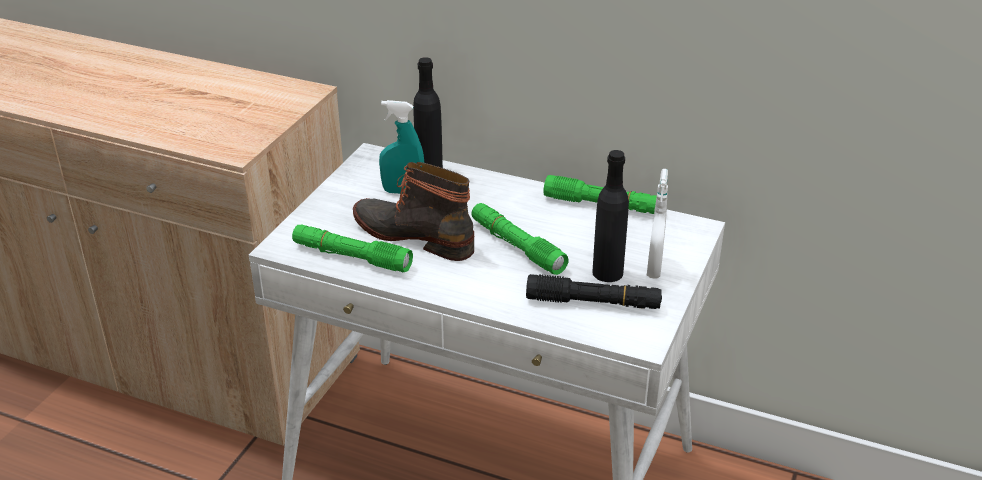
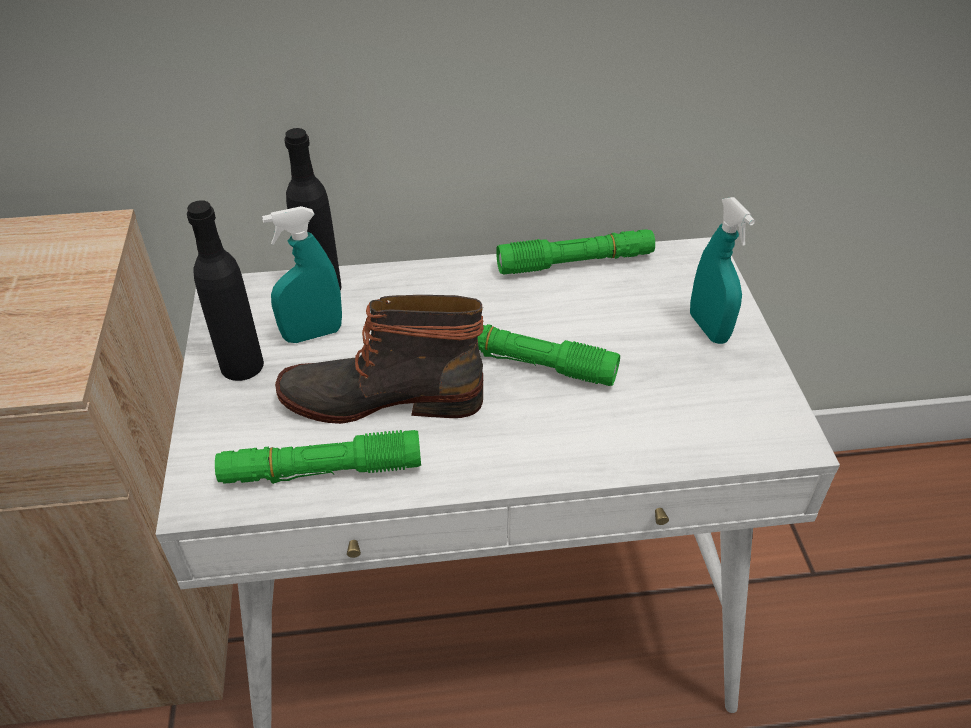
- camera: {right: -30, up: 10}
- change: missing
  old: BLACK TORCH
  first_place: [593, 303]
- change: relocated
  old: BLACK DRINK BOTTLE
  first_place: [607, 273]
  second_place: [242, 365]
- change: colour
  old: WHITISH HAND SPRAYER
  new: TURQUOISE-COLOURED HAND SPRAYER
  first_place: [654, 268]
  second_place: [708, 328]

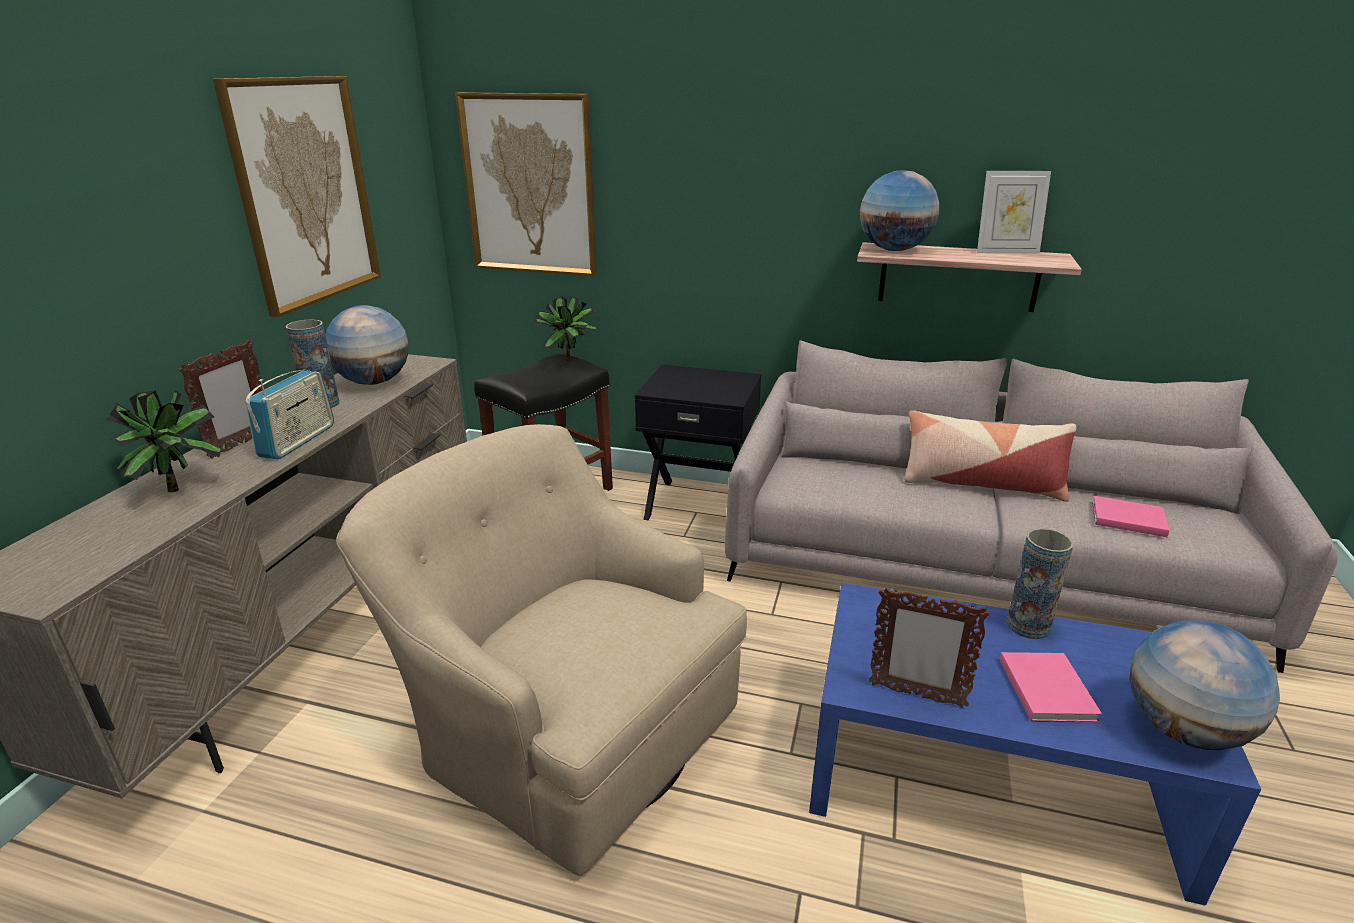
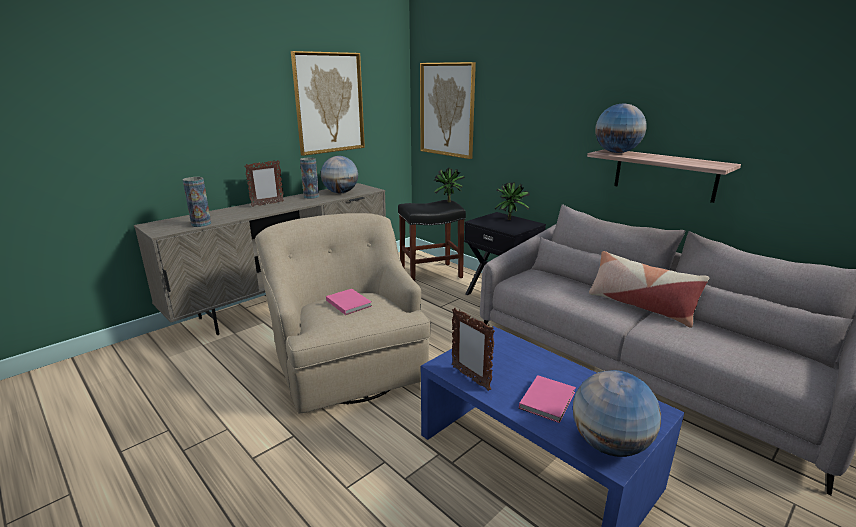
- camera: {right: 30, up: -5}
- change: missing
  old: RADIO
  first_place: [298, 441]
- change: missing
  old: STANDING FRAME
  first_place: [1006, 252]
- change: relocated
  old: PLANT IN A POT
  first_place: [179, 487]
  second_place: [510, 219]
- change: relocated
  old: VASE
  first_place: [1027, 626]
  second_place: [201, 224]
- change: relocated
  old: PINK VOLUME
  first_place: [1126, 518]
  second_place: [348, 303]

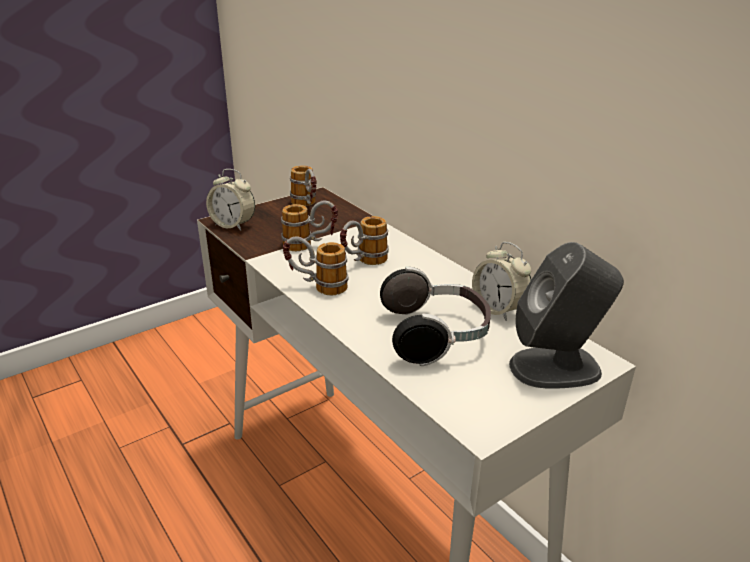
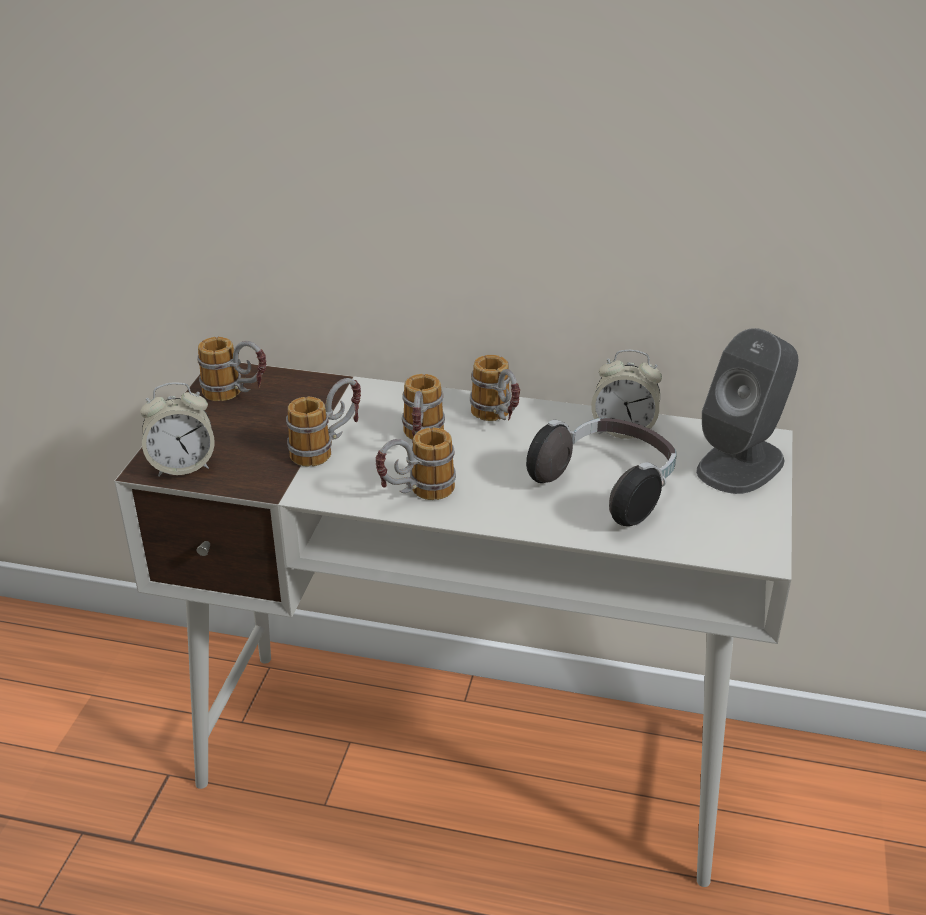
- camera: {right: -40, up: 5}
- change: appeared
  new: COFFEE MUG
  second_place: [498, 420]

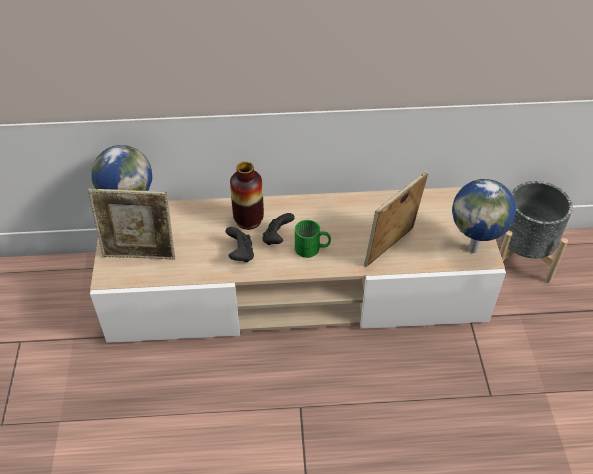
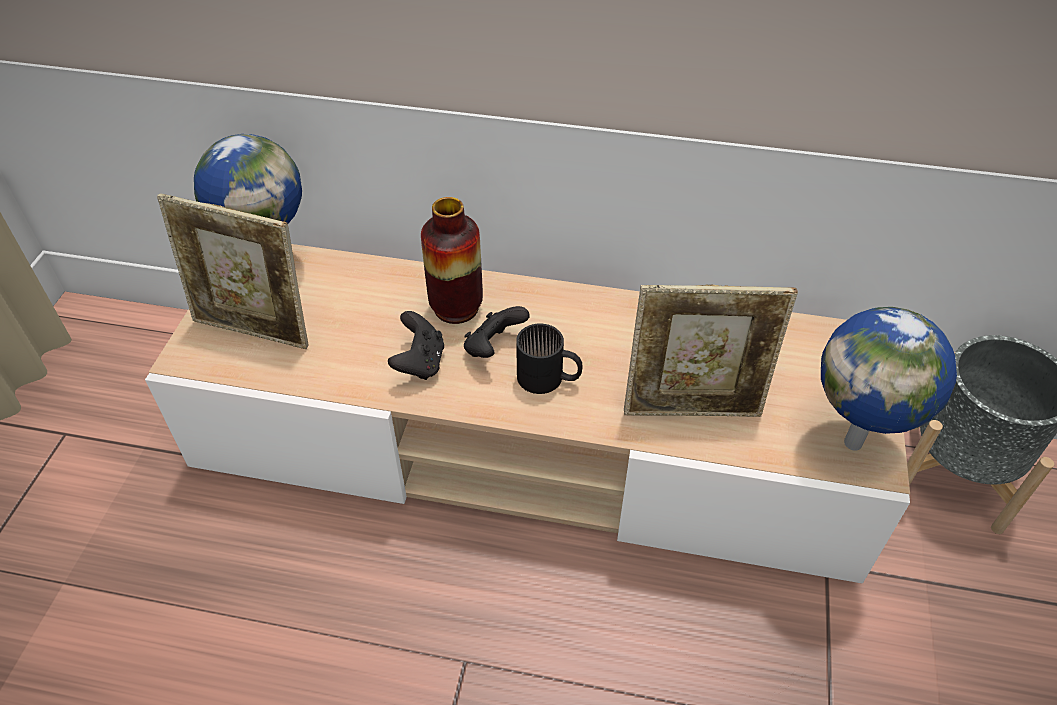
- camera: {right: 15, up: 0}
- change: colour
  old: GREEN-COLOURED COFFEE MUG
  new: BLACK COFFEE MUG
  first_place: [312, 249]
  second_place: [548, 379]
- change: spun
  old: STANDING FRAME
  first_place: [390, 249]
  second_place: [693, 409]
  degrees: -150

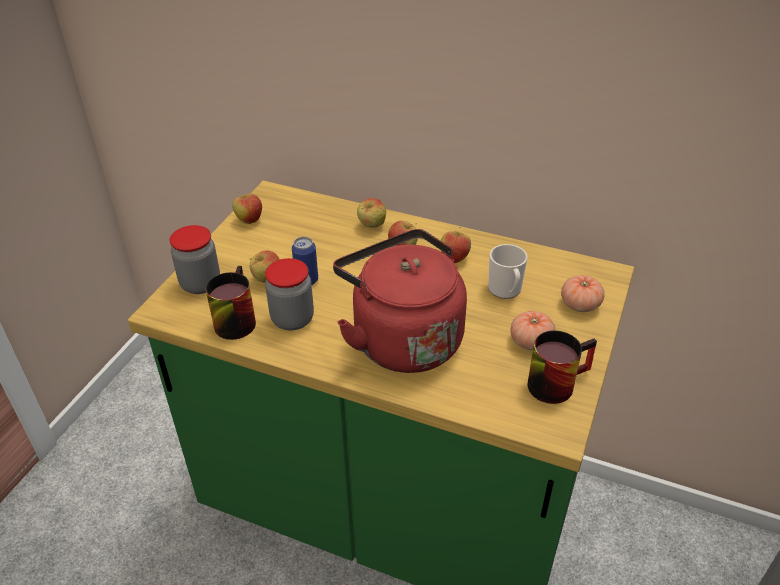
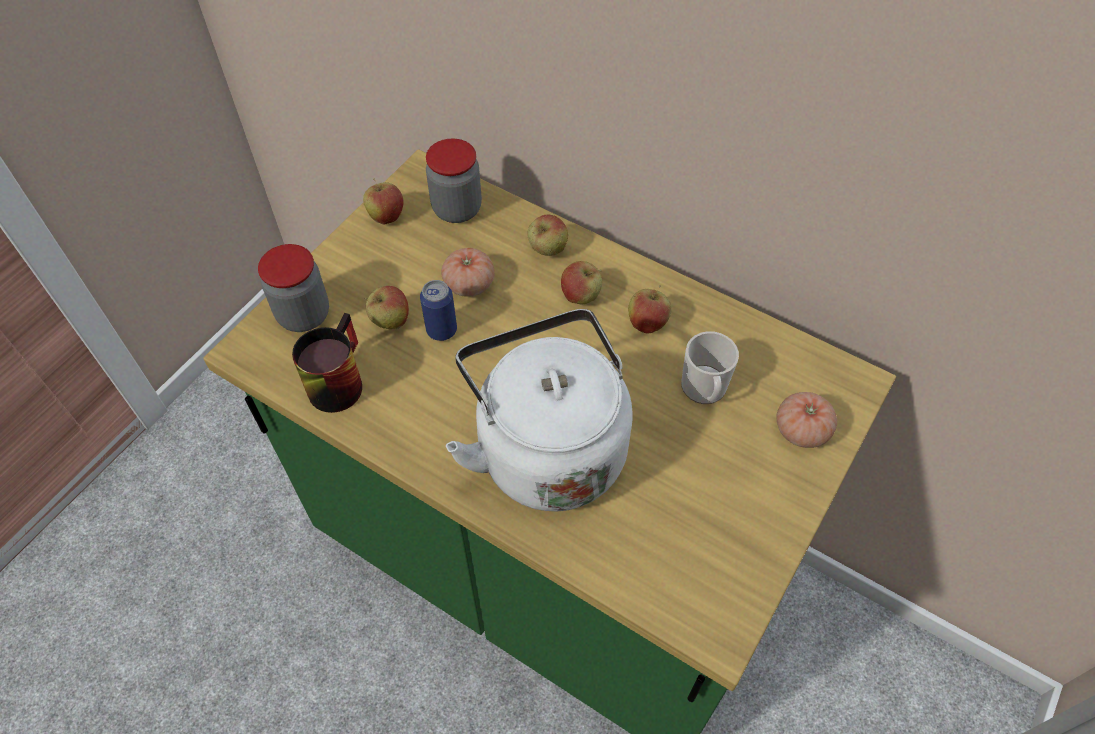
- camera: {right: 10, up: 15}
- change: missing
  old: COFFEE MUG
  first_place: [555, 380]
- change: relocated
  old: PRESERVE JAR
  first_place: [292, 319]
  second_place: [457, 209]
- change: relocated
  old: WHOLE TOMATO
  first_place: [531, 342]
  second_place: [469, 284]
- change: colour
  old: RED KETTLE
  new: WHITISH KETTLE
  first_place: [402, 338]
  second_place: [546, 447]

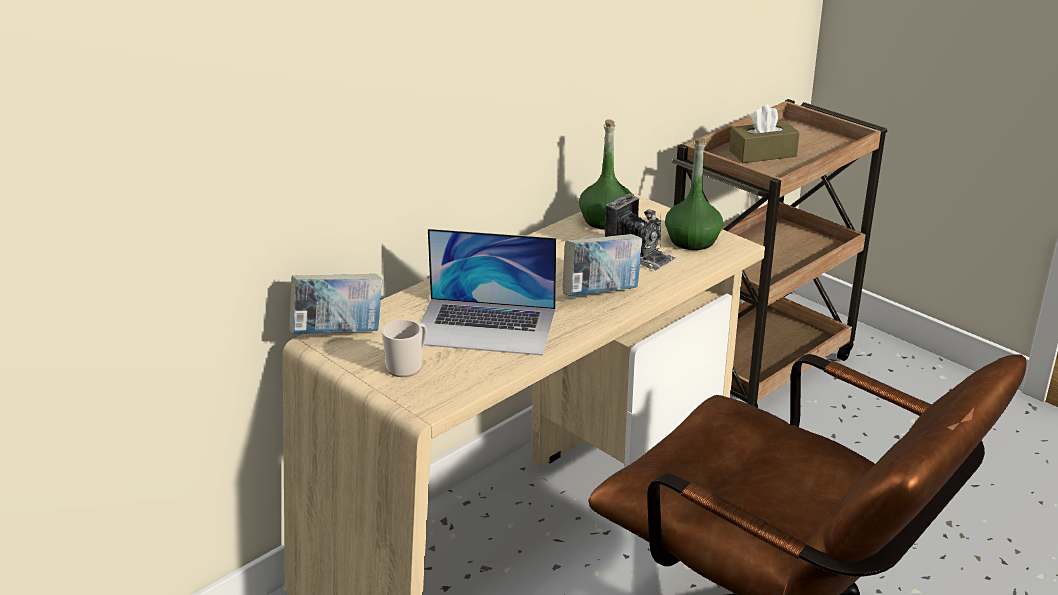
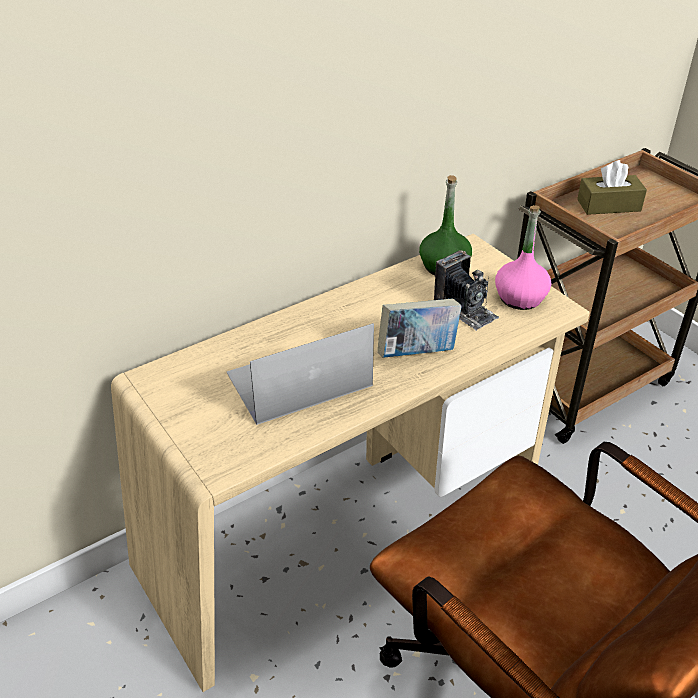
- camera: {right: 10, up: 10}
- change: missing
  old: VOLUME
  first_place: [338, 334]
- change: missing
  old: COFFEE MUG
  first_place: [407, 366]
- change: colour
  old: GREEN-COLOURED DRINK BOTTLE
  new: PINK DRINK BOTTLE
  first_place: [692, 240]
  second_place: [520, 298]
- change: spun
  old: NOTEBOOK COMPUTER
  first_place: [485, 326]
  second_place: [298, 379]
  degrees: 135

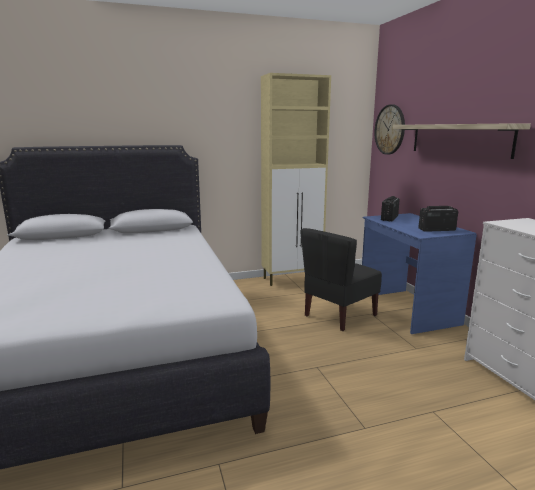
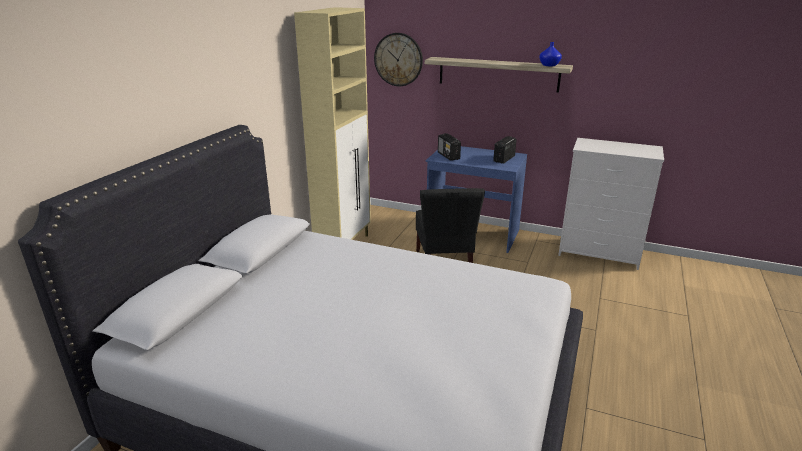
- camera: {right: -50, up: 10}
- change: appeared
  new: BLUISH VASE
  second_place: [549, 65]

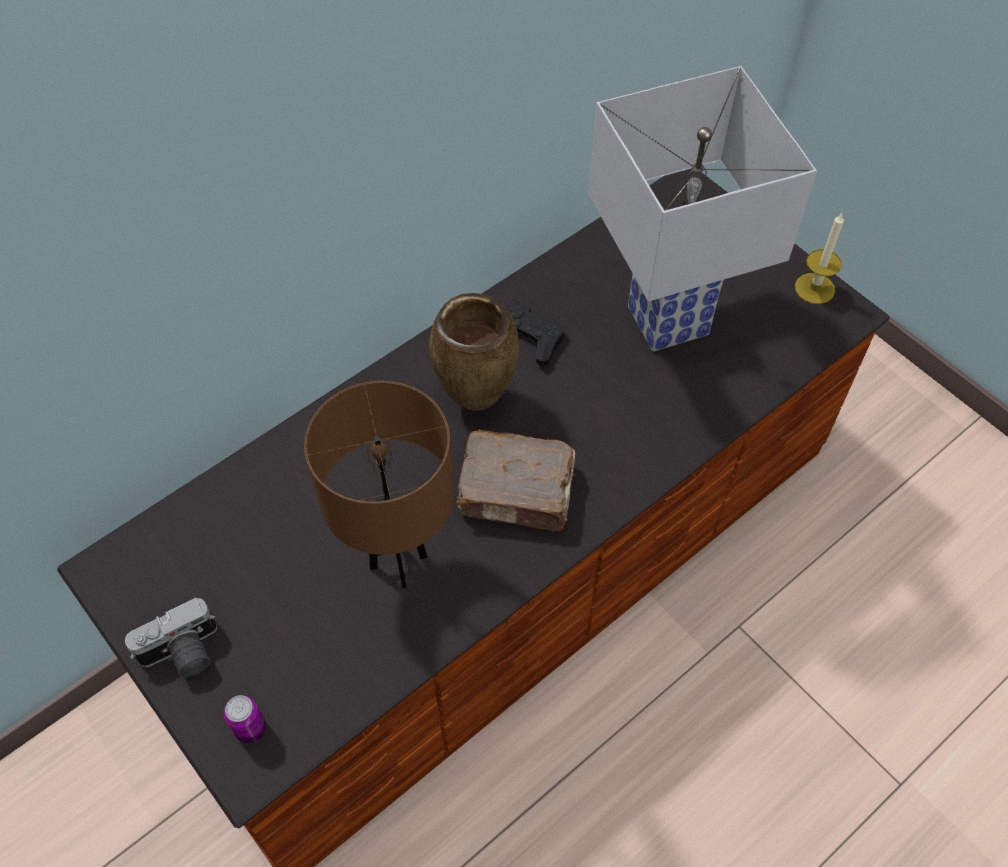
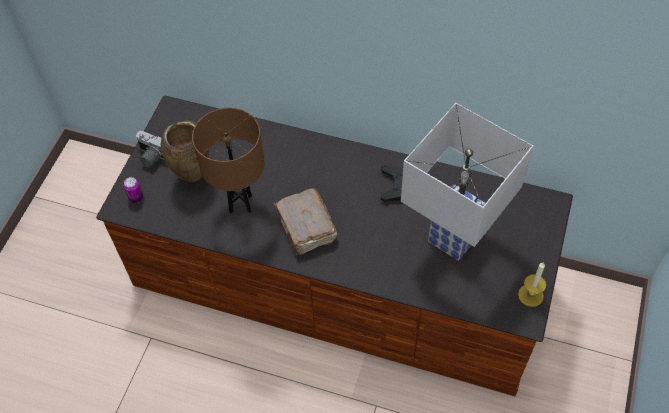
- camera: {right: 60, up: 0}
- change: relocated
  old: BROWNISH VASE
  first_place: [474, 402]
  second_place: [192, 177]

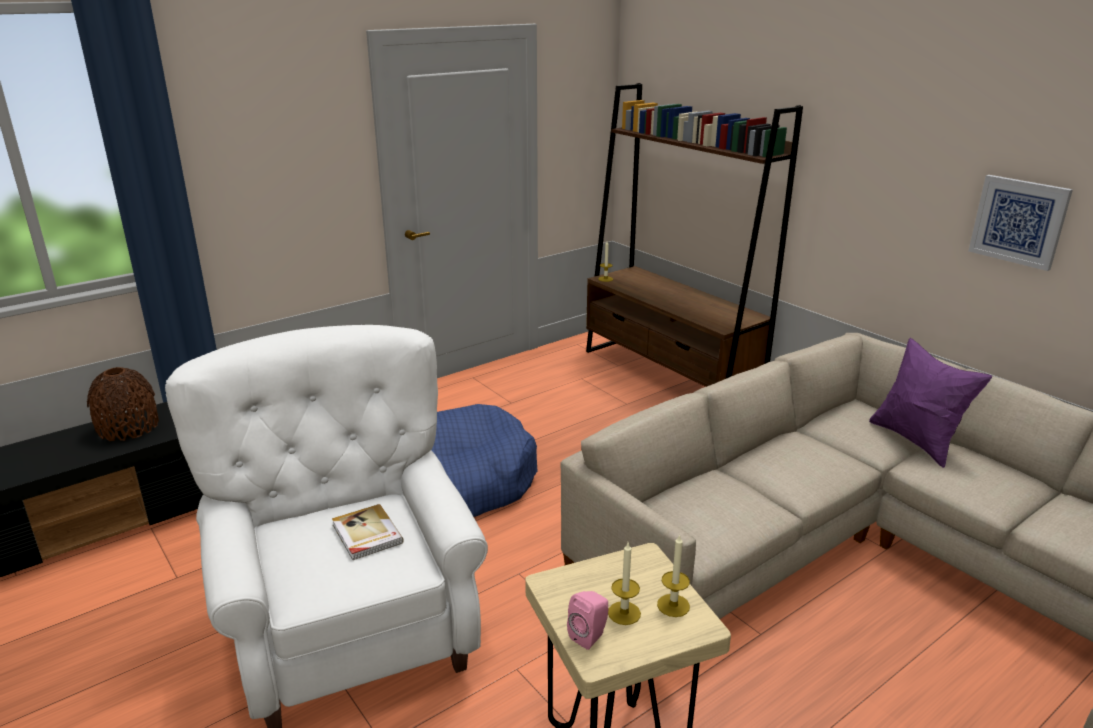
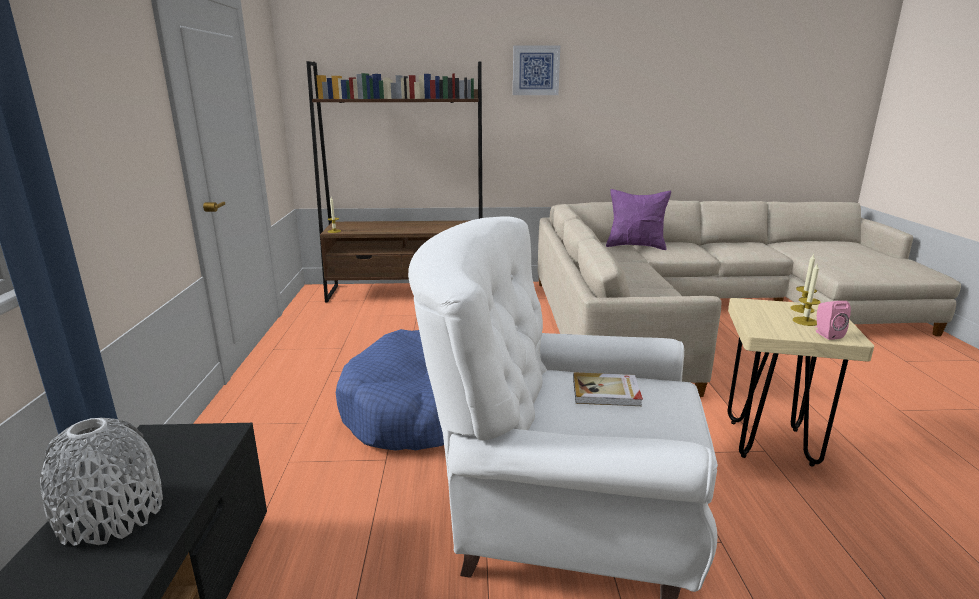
- camera: {right: -55, up: -5}
- change: relocated
  old: PICTURE
  first_place: [1019, 221]
  second_place: [535, 70]
- change: colour
  old: BROWNISH VASE
  new: GREYISH VASE
  first_place: [128, 427]
  second_place: [111, 514]

